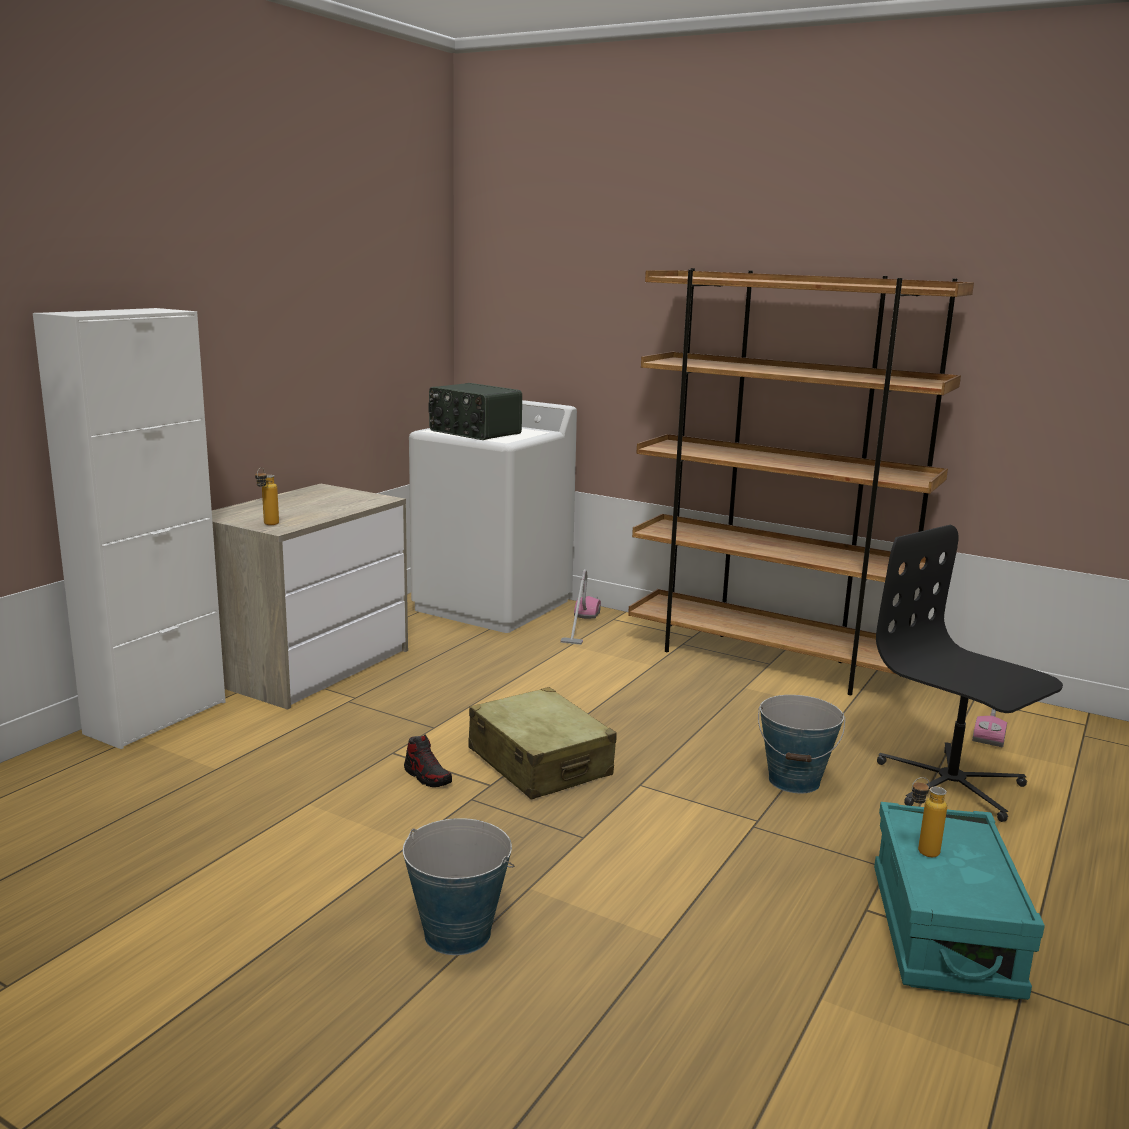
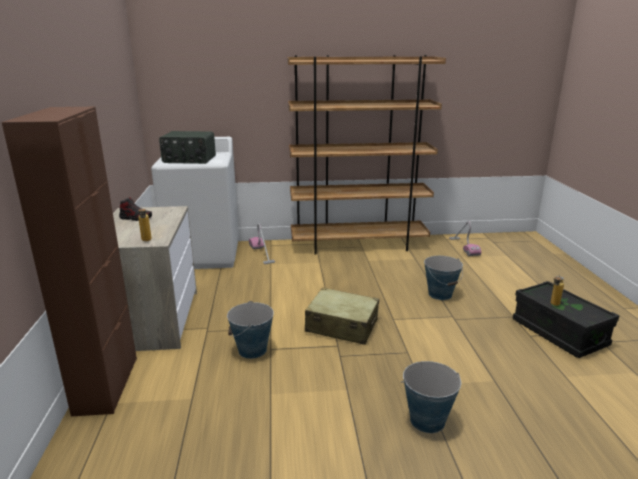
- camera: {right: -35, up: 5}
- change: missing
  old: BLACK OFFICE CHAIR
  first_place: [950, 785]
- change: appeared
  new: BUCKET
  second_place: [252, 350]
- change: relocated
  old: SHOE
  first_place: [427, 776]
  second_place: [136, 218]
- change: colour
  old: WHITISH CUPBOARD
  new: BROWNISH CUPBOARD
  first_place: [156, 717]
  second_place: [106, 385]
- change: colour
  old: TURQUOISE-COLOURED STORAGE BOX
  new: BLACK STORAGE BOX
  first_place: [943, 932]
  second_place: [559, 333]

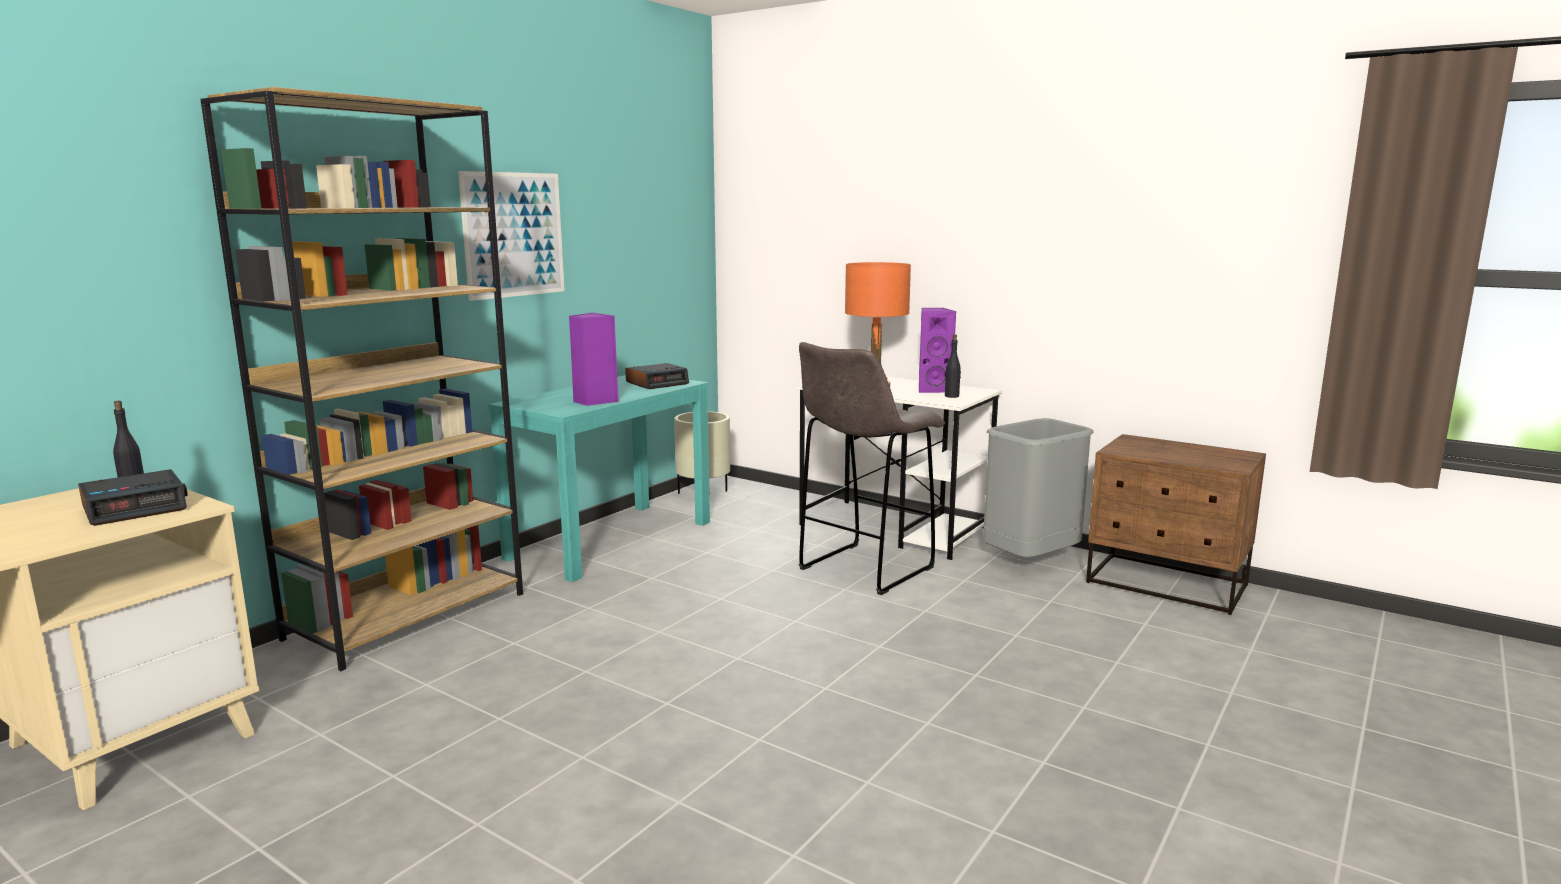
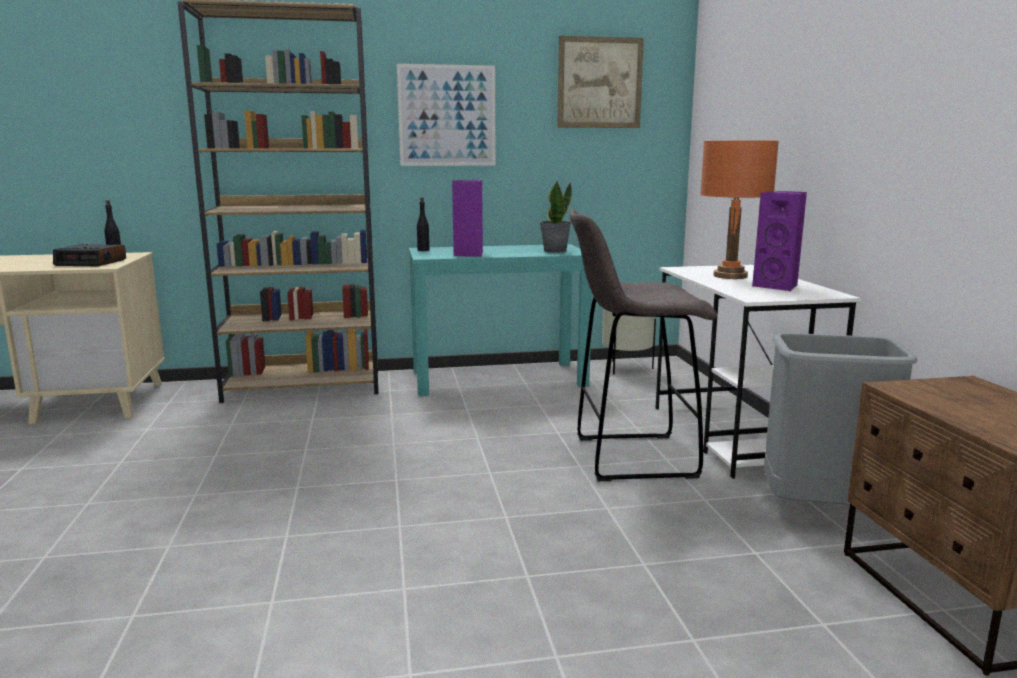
- camera: {right: 45, up: 0}
- change: appeared
  new: PICTURE
  second_place: [599, 83]
- change: relocated
  old: BLACK DRINK BOTTLE
  first_place: [952, 396]
  second_place: [423, 250]
- change: exchanged
  old: ALARM CLOCK
  new: PLANT IN A POT
  first_place: [657, 383]
  second_place: [554, 251]

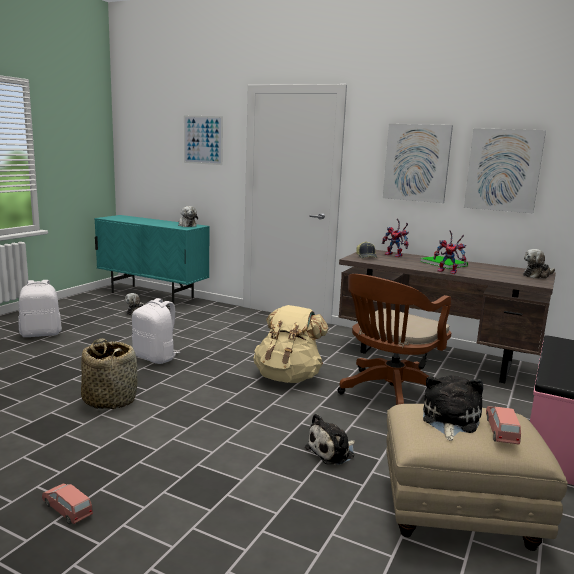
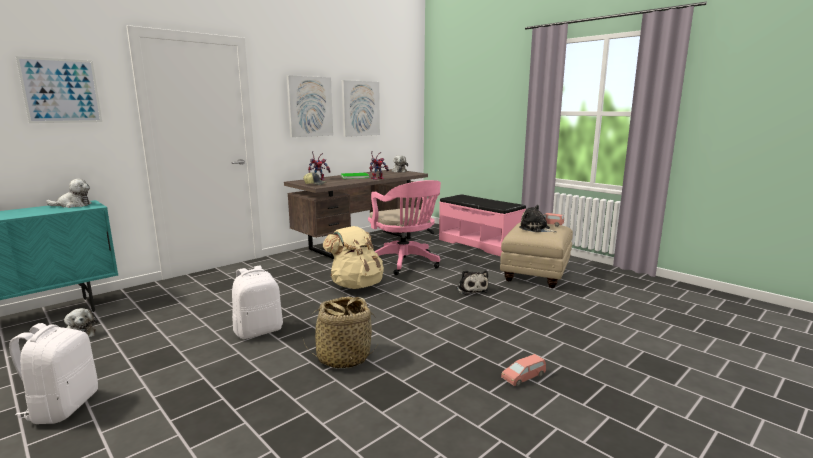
- camera: {right: -70, up: 0}
- change: colour
  old: BROWNISH OFFICE CHAIR
  new: PINK OFFICE CHAIR
  first_place: [389, 394]
  second_place: [405, 263]

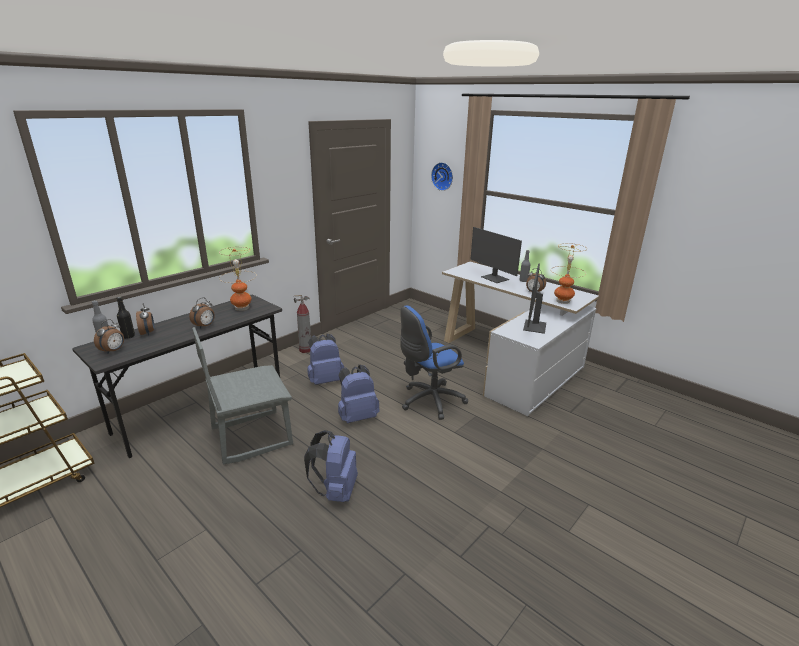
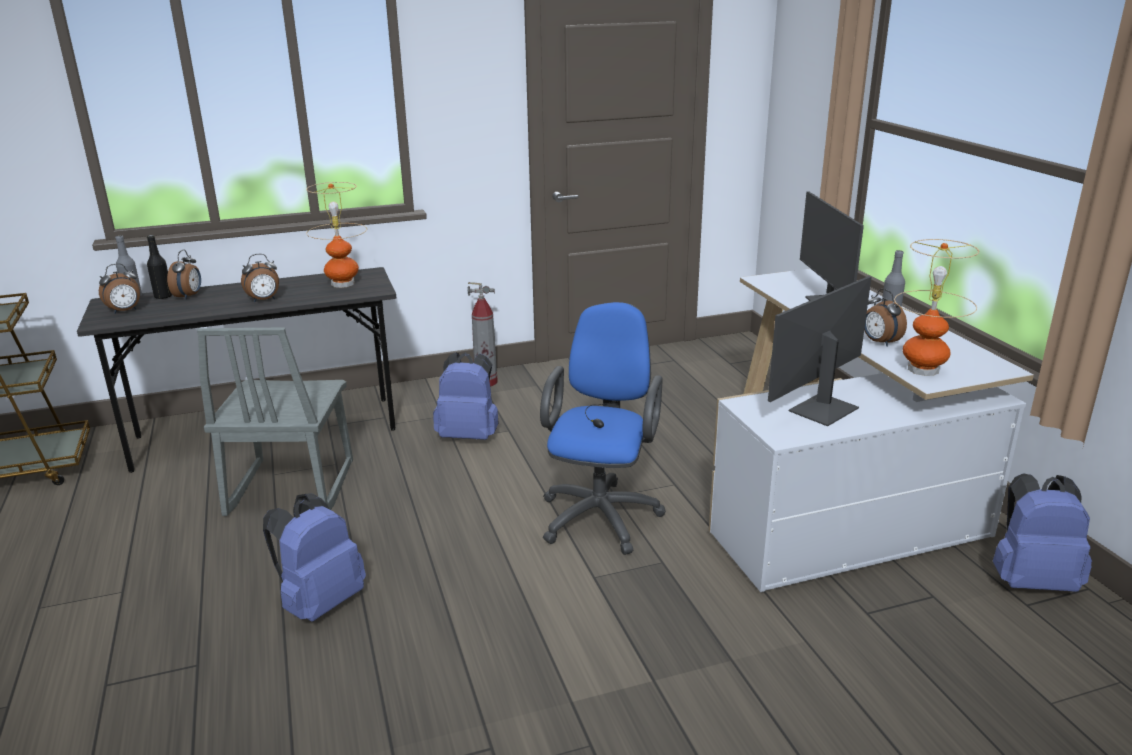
- camera: {right: 30, up: 0}
- change: missing
  old: HANGING CLOCK
  first_place: [443, 176]
- change: relocated
  old: BLUISH KNAPSACK
  first_place: [357, 416]
  second_place: [1031, 580]
- change: spun
  old: GREYISH UPRIGHT CHAIR
  first_place: [251, 436]
  second_place: [289, 488]
  degrees: -90
- change: spun
  old: BLUISH OFFICE CHAIR
  first_place: [429, 401]
  second_place: [601, 513]
  degrees: 105

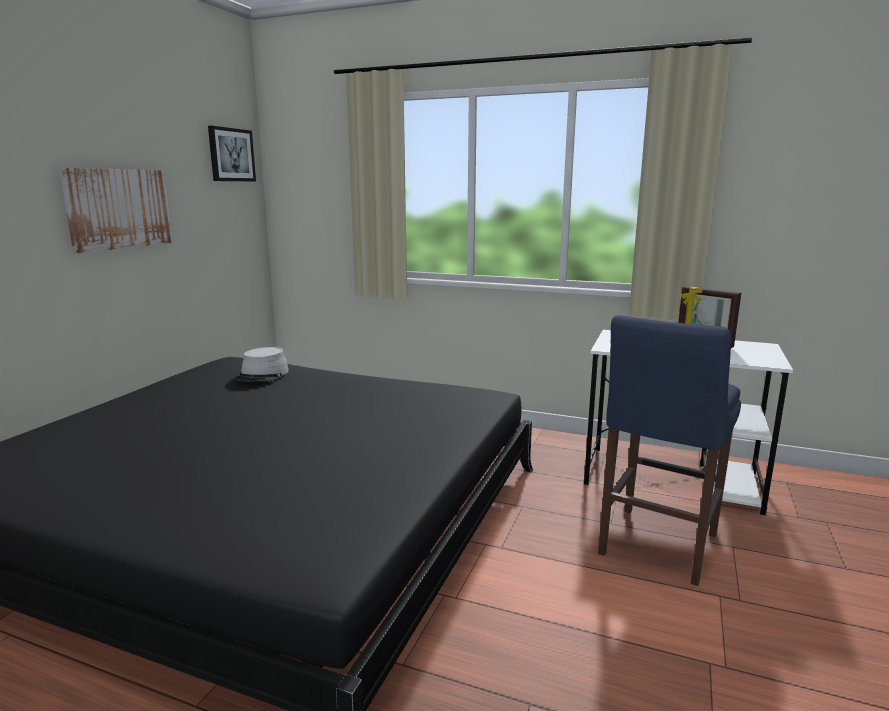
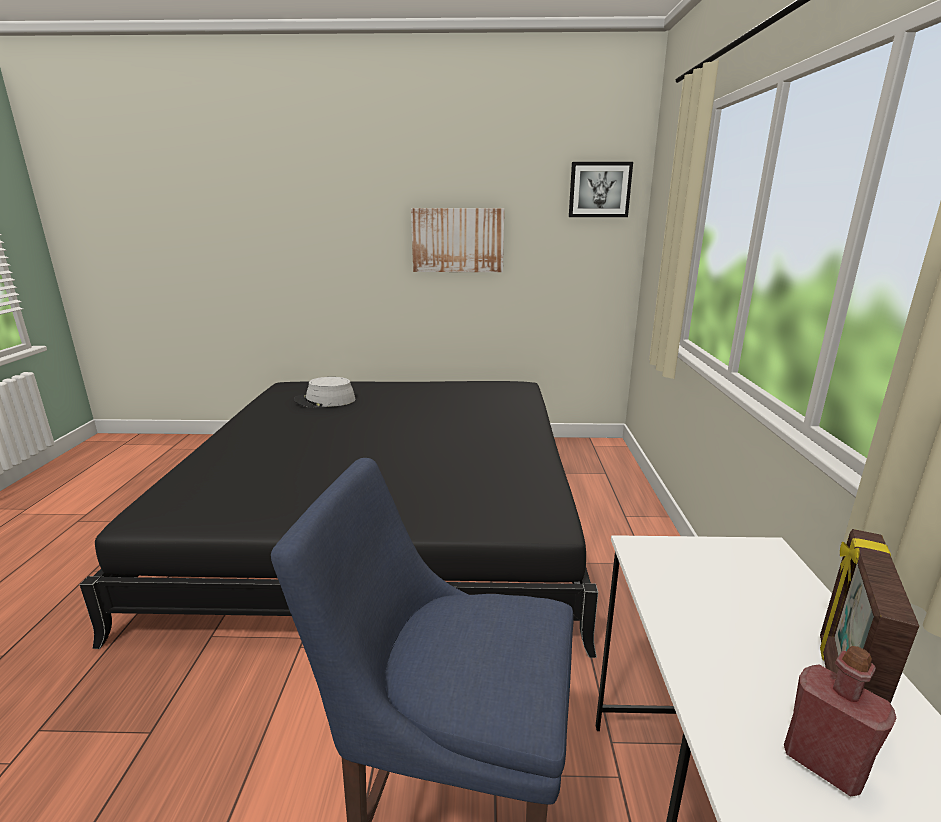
- camera: {right: 70, up: 5}
- change: appeared
  new: RED DRINK BOTTLE
  second_place: [823, 764]
- change: relocated
  old: GREYISH WEARABLE HAT
  first_place: [262, 375]
  second_place: [325, 401]

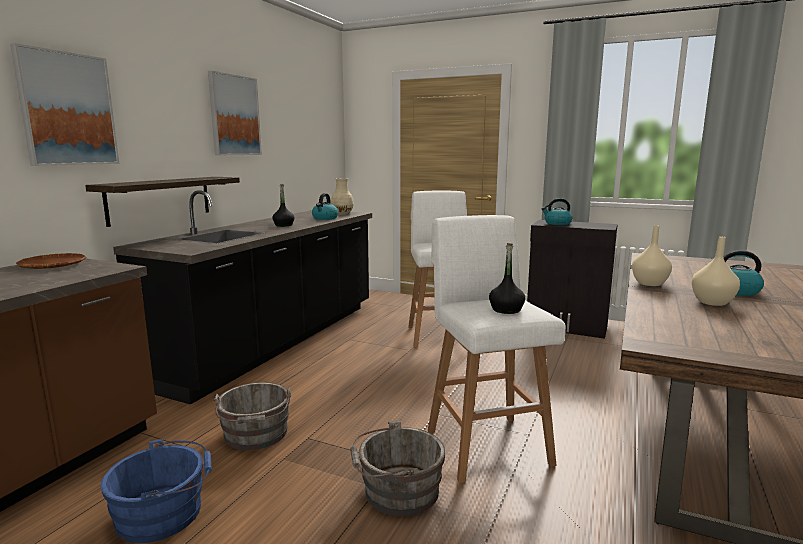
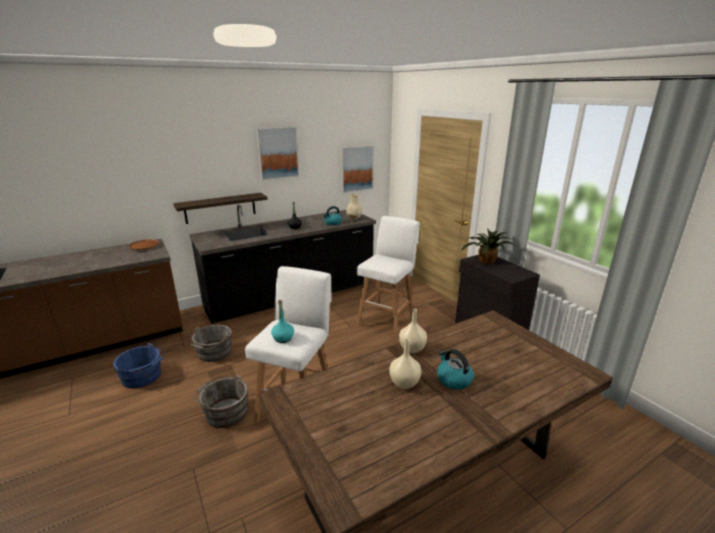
- camera: {right: 35, up: 10}
- change: relocated
  old: PICTURE
  first_place: [67, 109]
  second_place: [356, 169]
- change: exchanged
  old: KETTLE
  new: PLANT IN A POT
  first_place: [557, 223]
  second_place: [486, 262]
- change: colour
  old: BLACK DRINK BOTTLE
  new: TURQUOISE-COLOURED DRINK BOTTLE
  first_place: [506, 310]
  second_place: [283, 338]

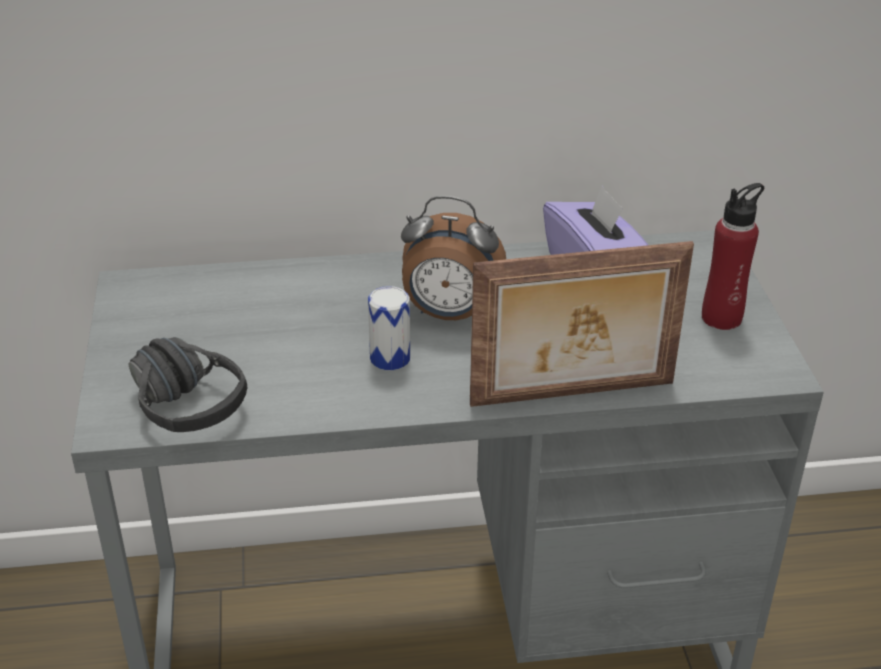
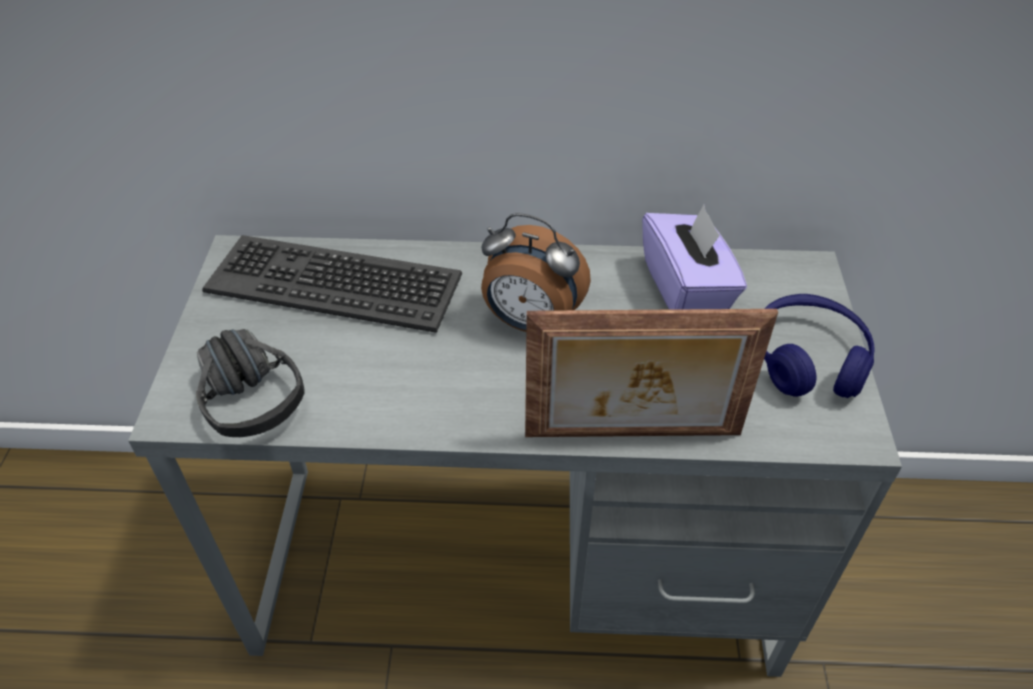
- camera: {right: 10, up: 10}
- change: missing
  old: CAN
  first_place: [390, 358]
- change: appeared
  new: KEYBOARD
  second_place: [335, 283]
- change: exchanged
  old: RED DRINK BOTTLE
  new: BLUISH HEADPHONES
  first_place: [722, 318]
  second_place: [808, 359]

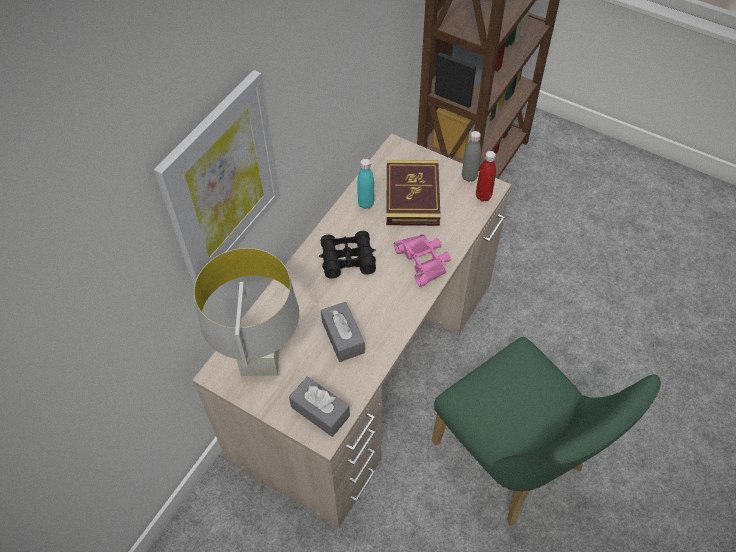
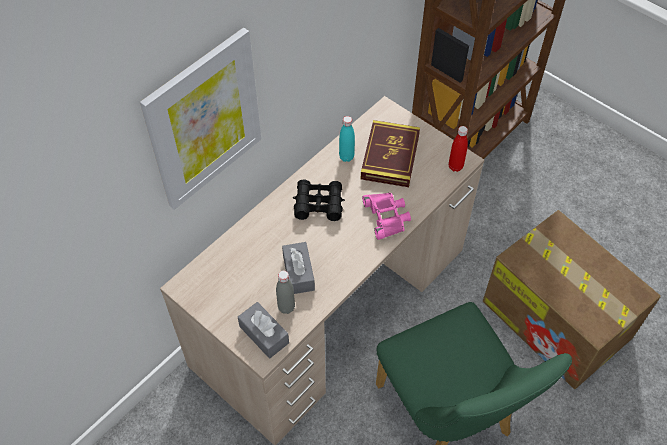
- camera: {right: 10, up: 0}
- change: missing
  old: GREYISH TABLE LAMP
  first_place: [261, 362]
- change: appeared
  new: PACKING BOX
  second_place: [557, 321]
- change: relocated
  old: GREYISH DRINK BOTTLE
  first_place: [469, 177]
  second_place: [286, 307]

